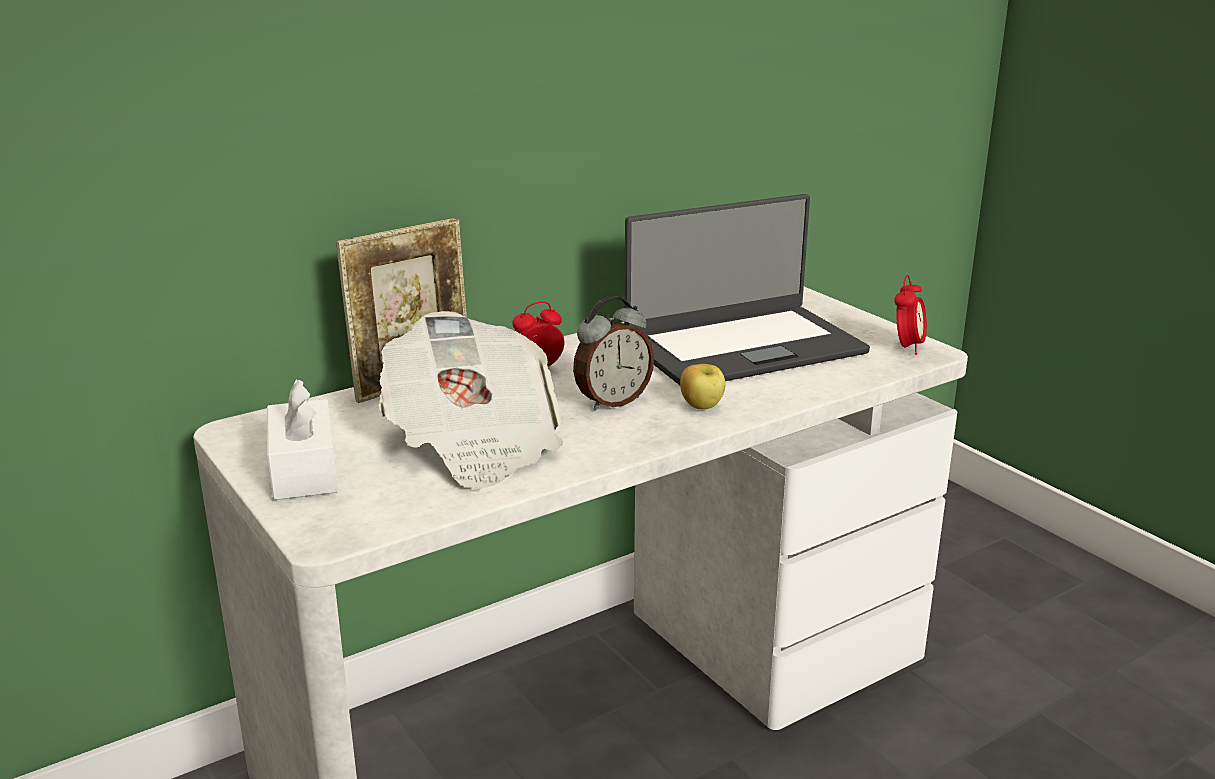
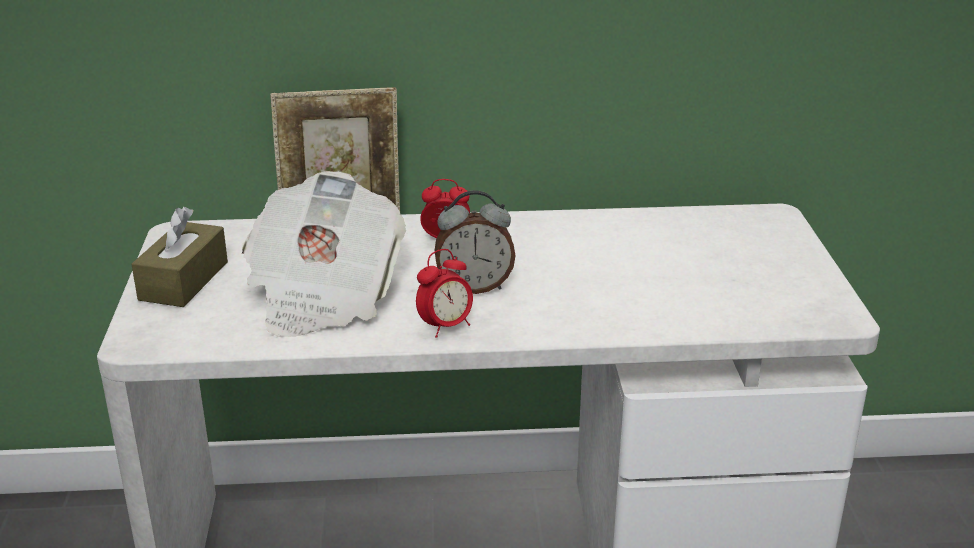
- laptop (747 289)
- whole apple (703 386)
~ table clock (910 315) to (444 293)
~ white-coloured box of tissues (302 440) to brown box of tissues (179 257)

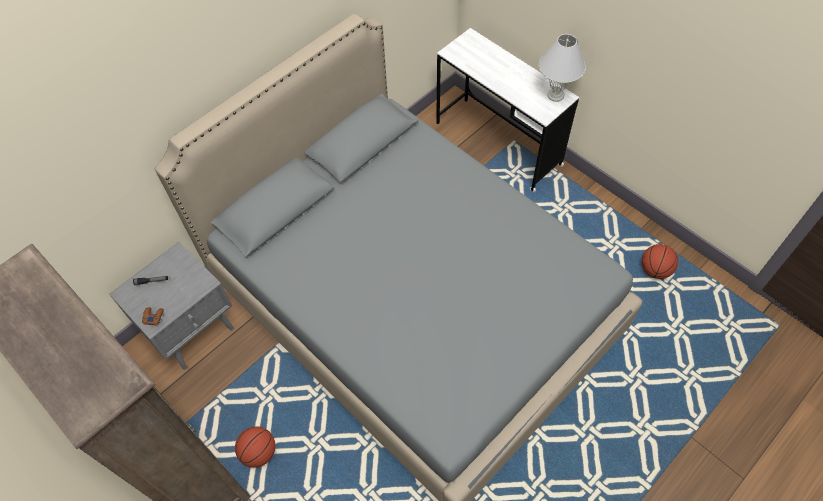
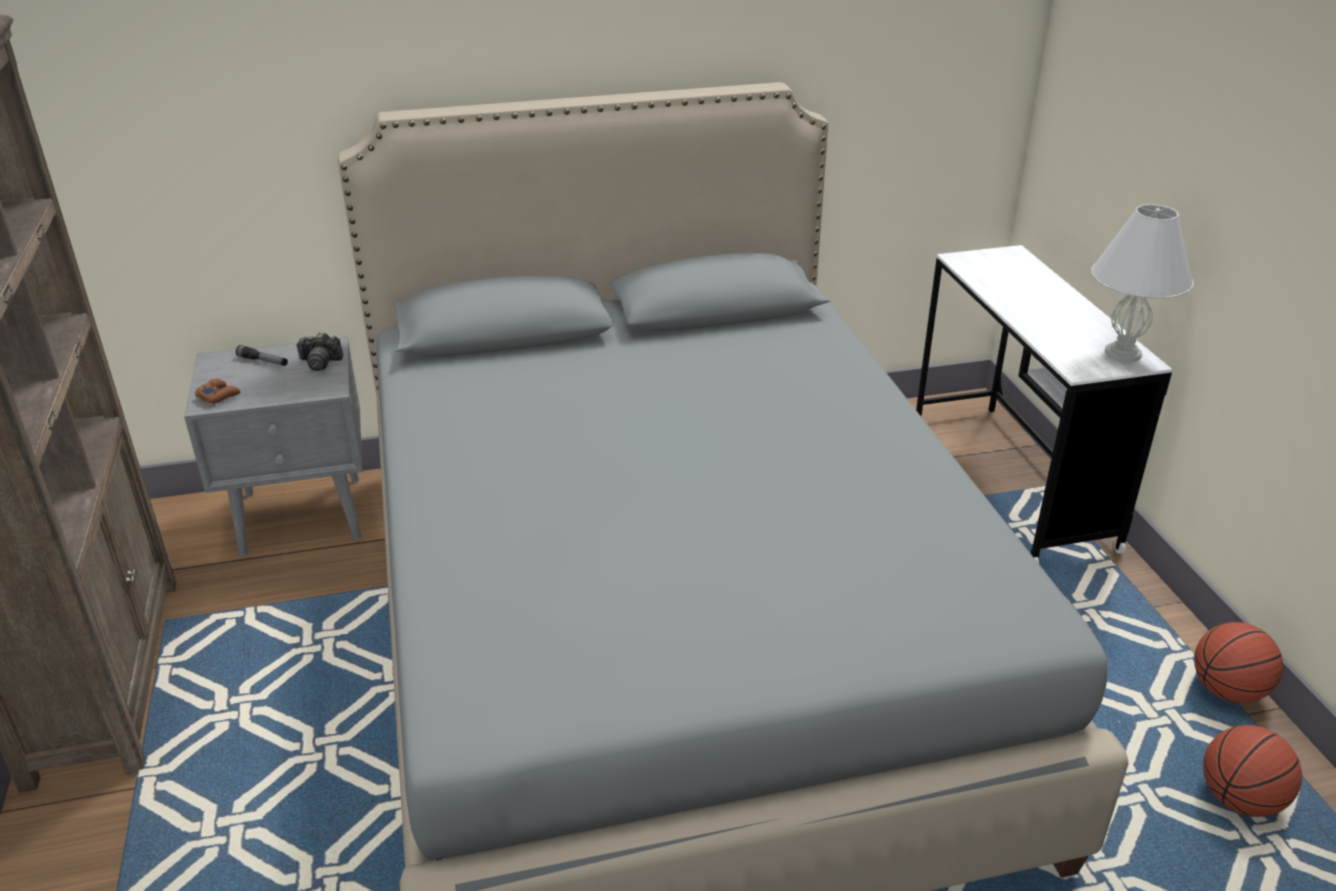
+ photo camera (319 351)
~ basketball (255 446) to (1238 662)

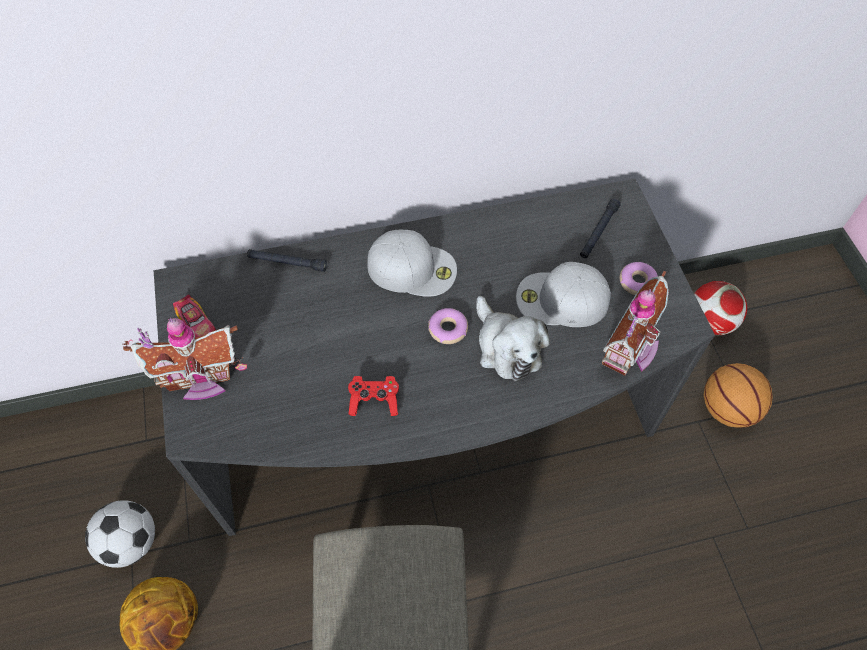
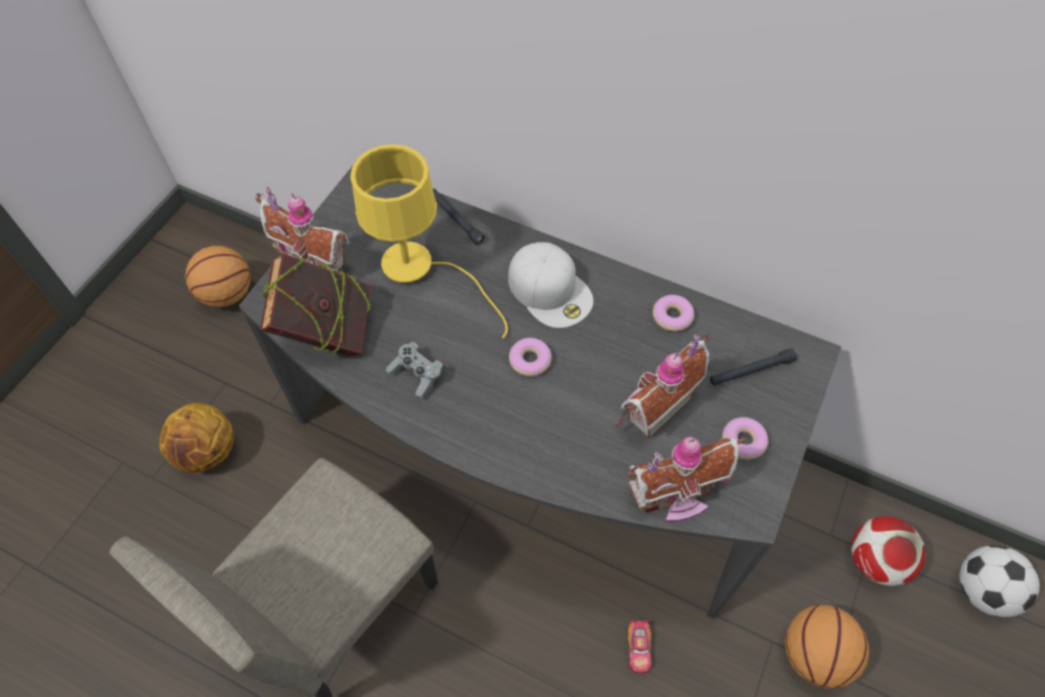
- plush toy (513 338)
+ basketball (218 276)
+ volume (315 304)
+ yellow lamp for a table (429 241)
+ donut (673 313)
~ football (120 534) to (1000 581)
~ model car (194 316) to (639 647)
~ white-coloured peaked cap (563 294) to model house (662 386)
~ reddish game controller (373 396) to gray game controller (415 370)

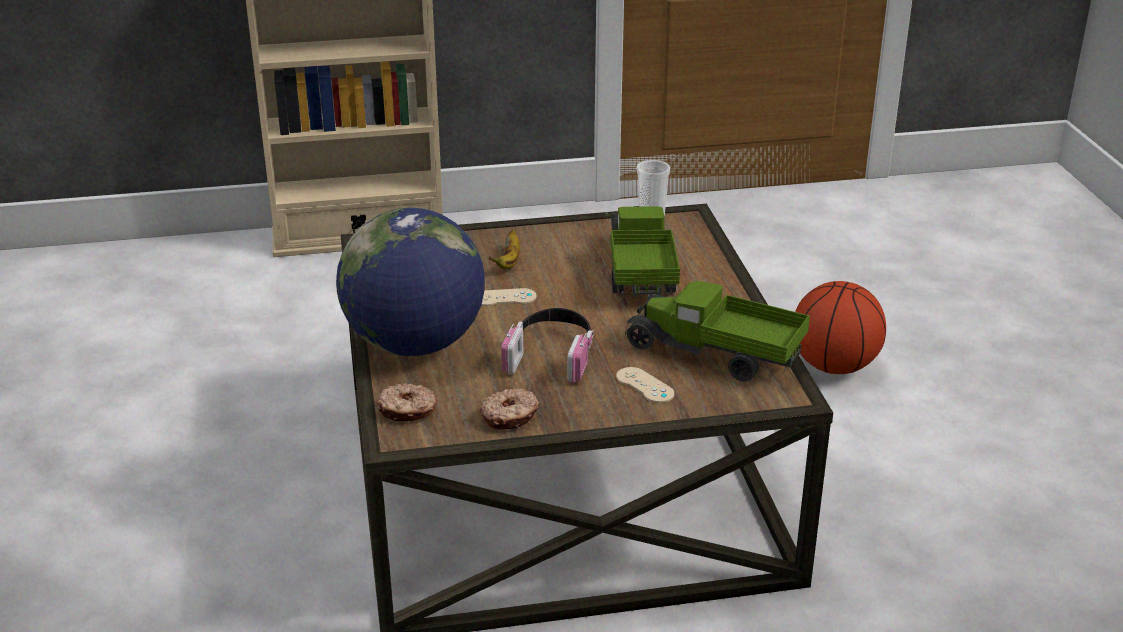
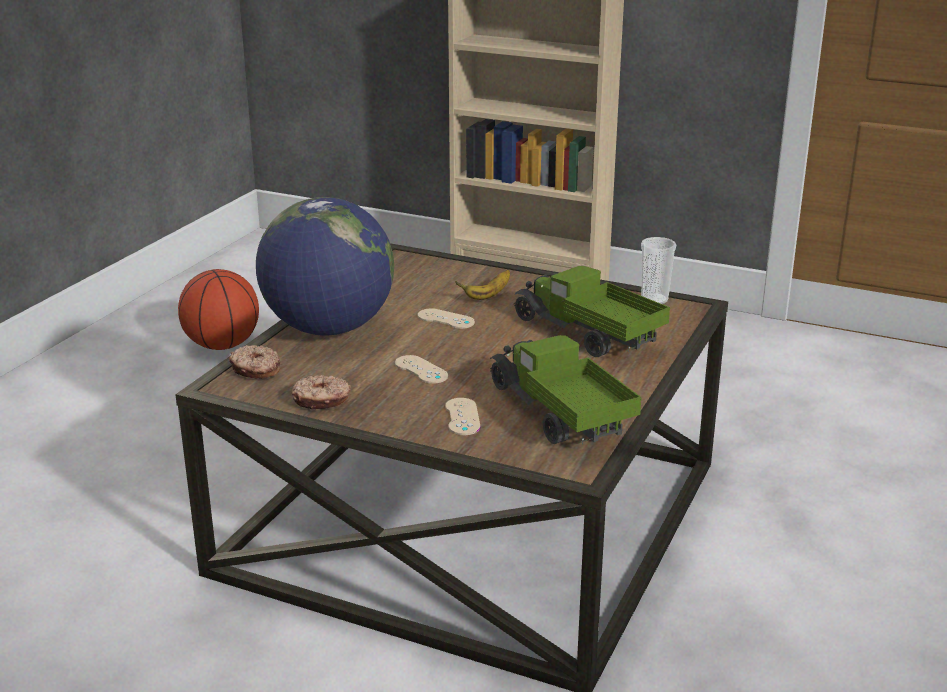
~ basketball (840 327) to (218 309)
~ pair of headphones (547 345) to beige-coloured game controller (421 369)
~ toy lorry (642 251) = (592 311) 75 degrees counterclockwise

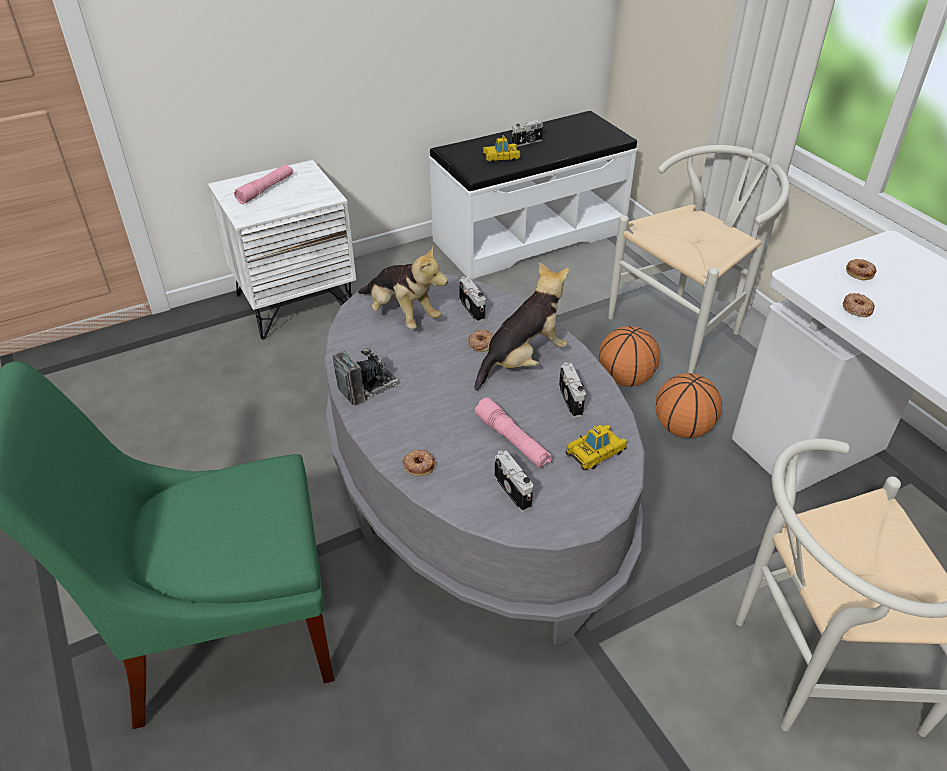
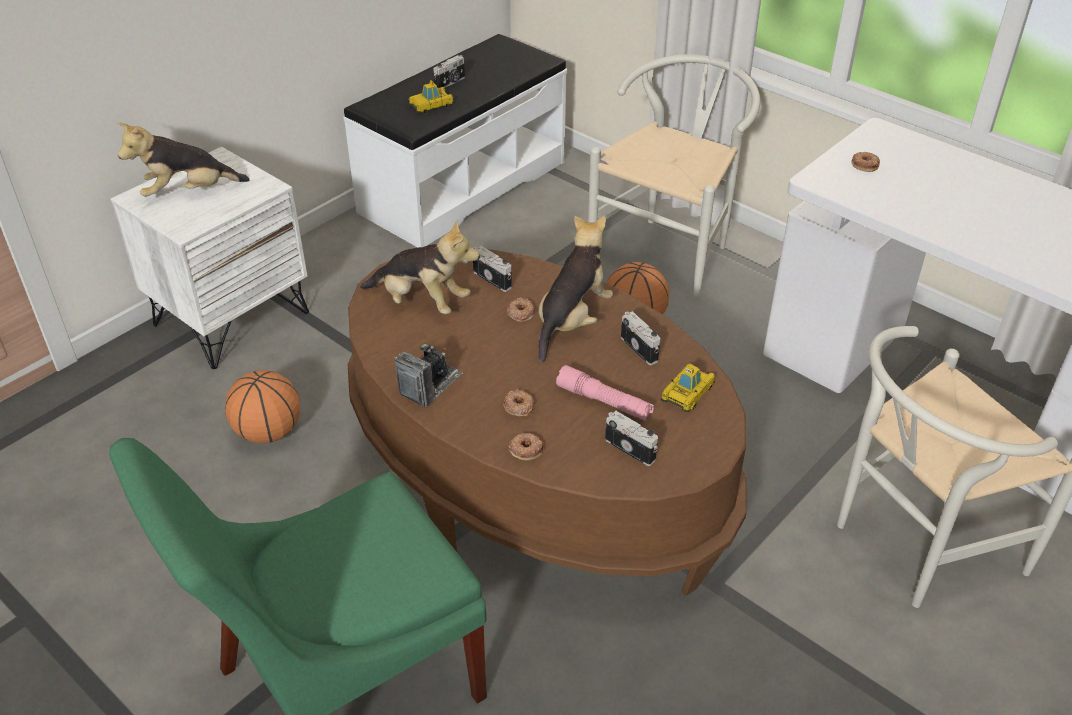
~ basketball (688 405) to (262 407)
~ donut (859 305) to (519 402)
~ pinkish flashlight (263 184) to plush toy (184 159)
~ gray lounge table (484 459) to brown lounge table (547 422)

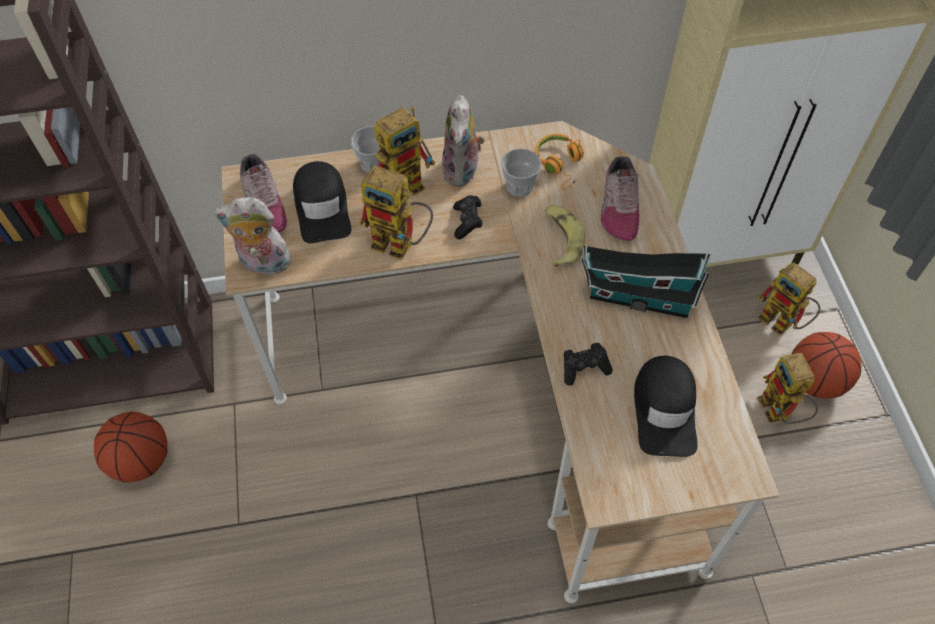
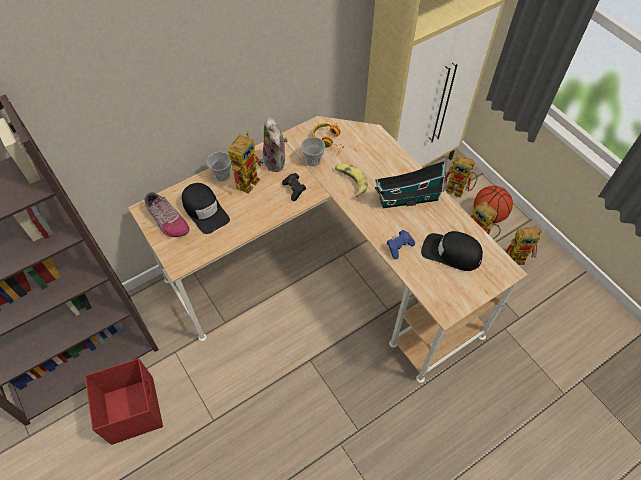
- plush toy (252 236)
- shoe (620 198)
~ toy robot (396 212) to (523 246)
~ basketball (131 447) to reddish storage container (124 401)
~ blackish game controller (588 364) to bluish game controller (401 244)
~ blackish peaked cap (666 406) = (452 251) 135 degrees clockwise

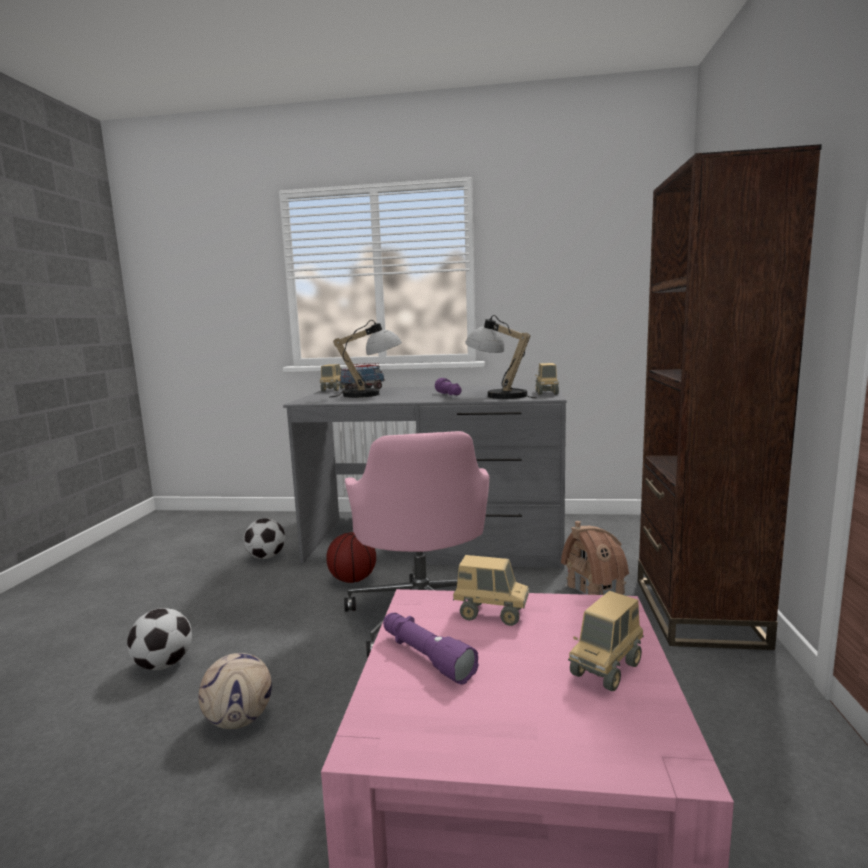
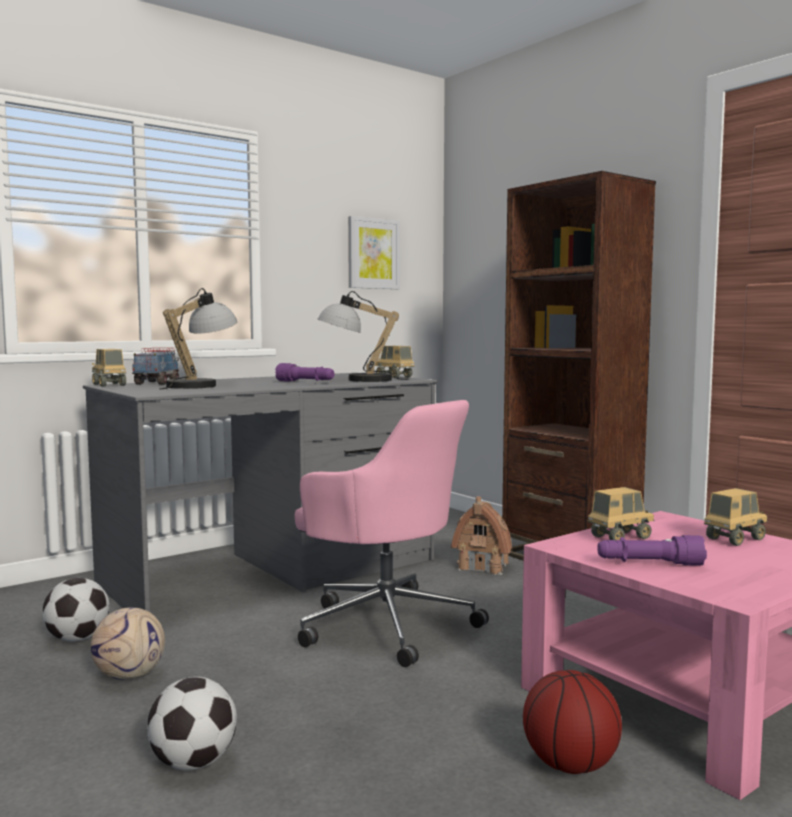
+ picture (374 252)
~ football (235 691) to (128 643)
~ basketball (351 557) to (572 722)
~ toy lorry (606 641) = (736 517) 120 degrees counterclockwise

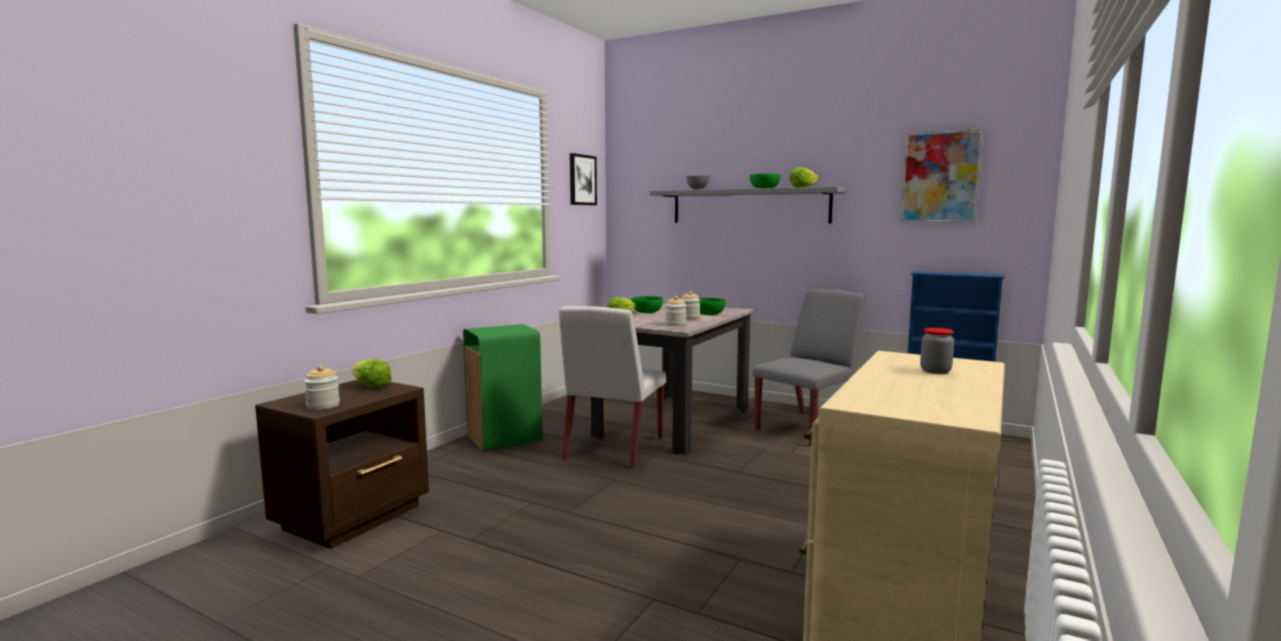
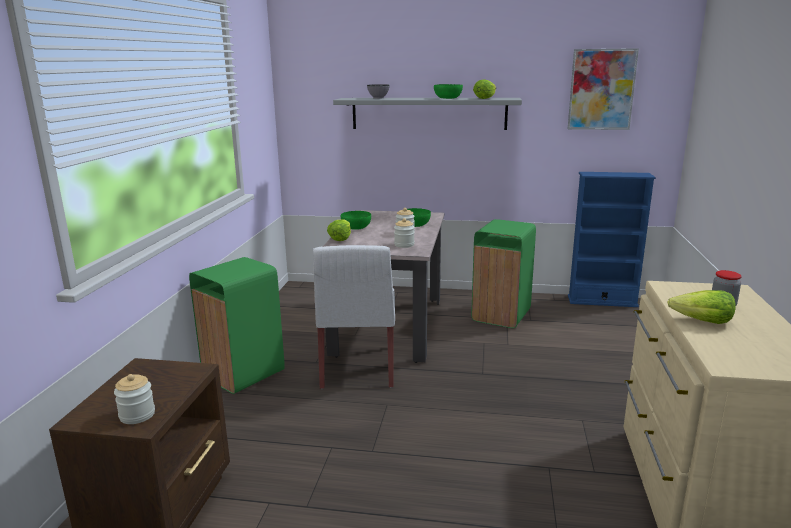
- picture (583 179)
~ lettuce (372 373) to (702 307)
~ gray upright chair (809 367) to green-coloured trash can (503 273)

